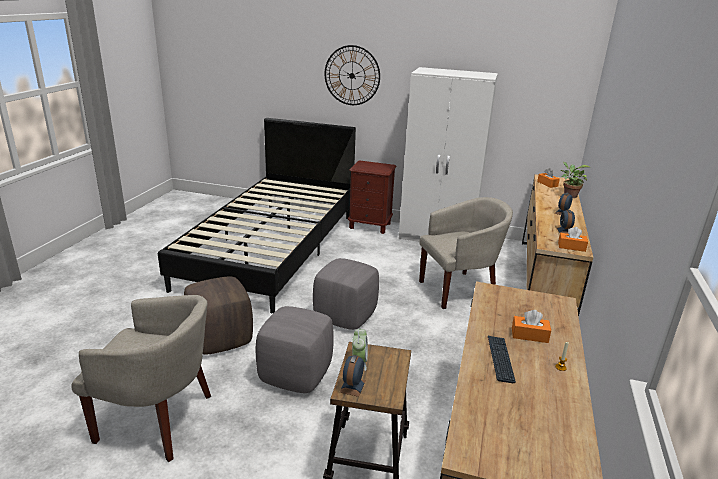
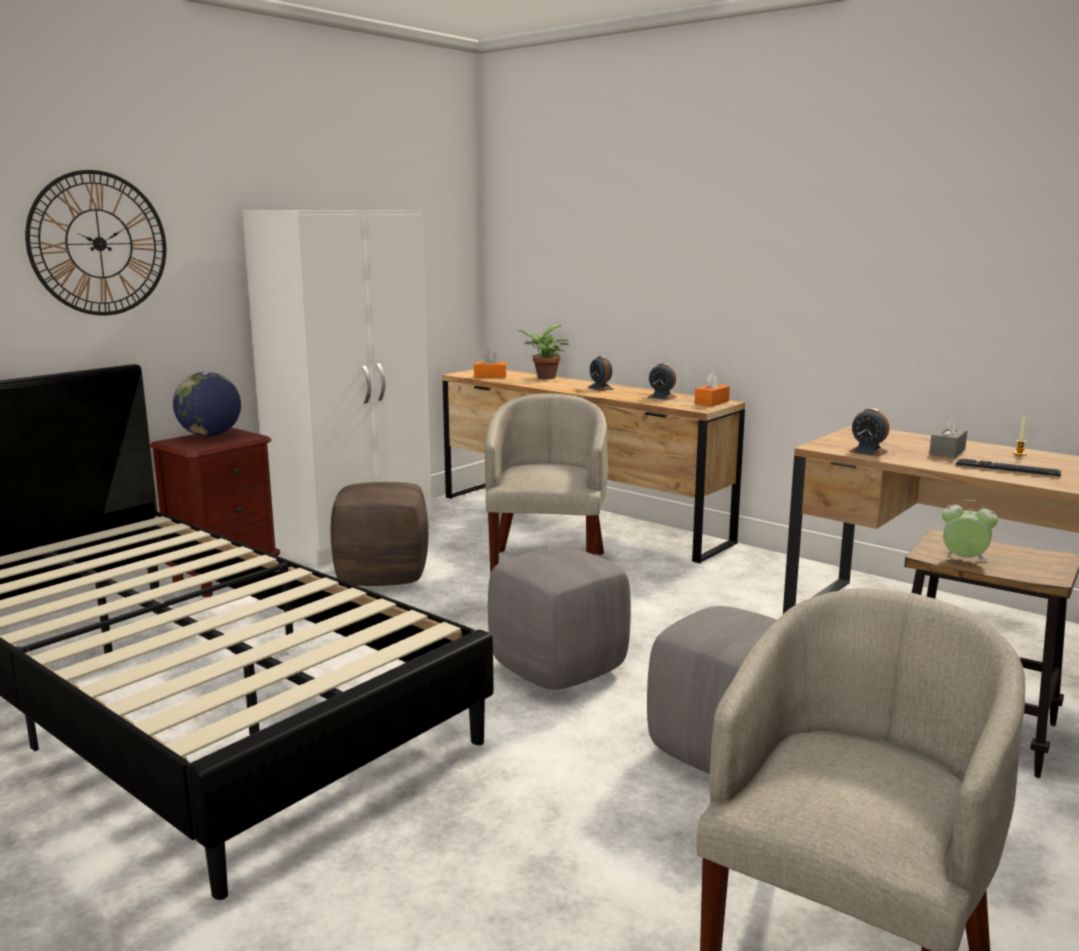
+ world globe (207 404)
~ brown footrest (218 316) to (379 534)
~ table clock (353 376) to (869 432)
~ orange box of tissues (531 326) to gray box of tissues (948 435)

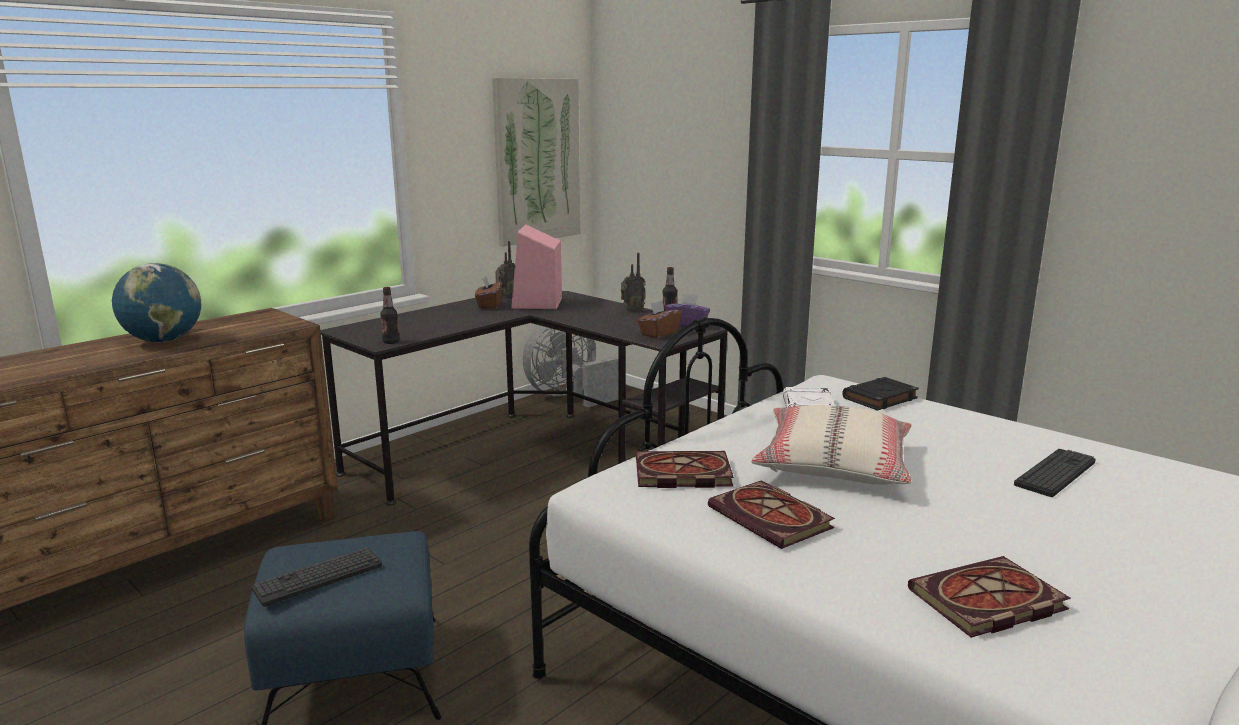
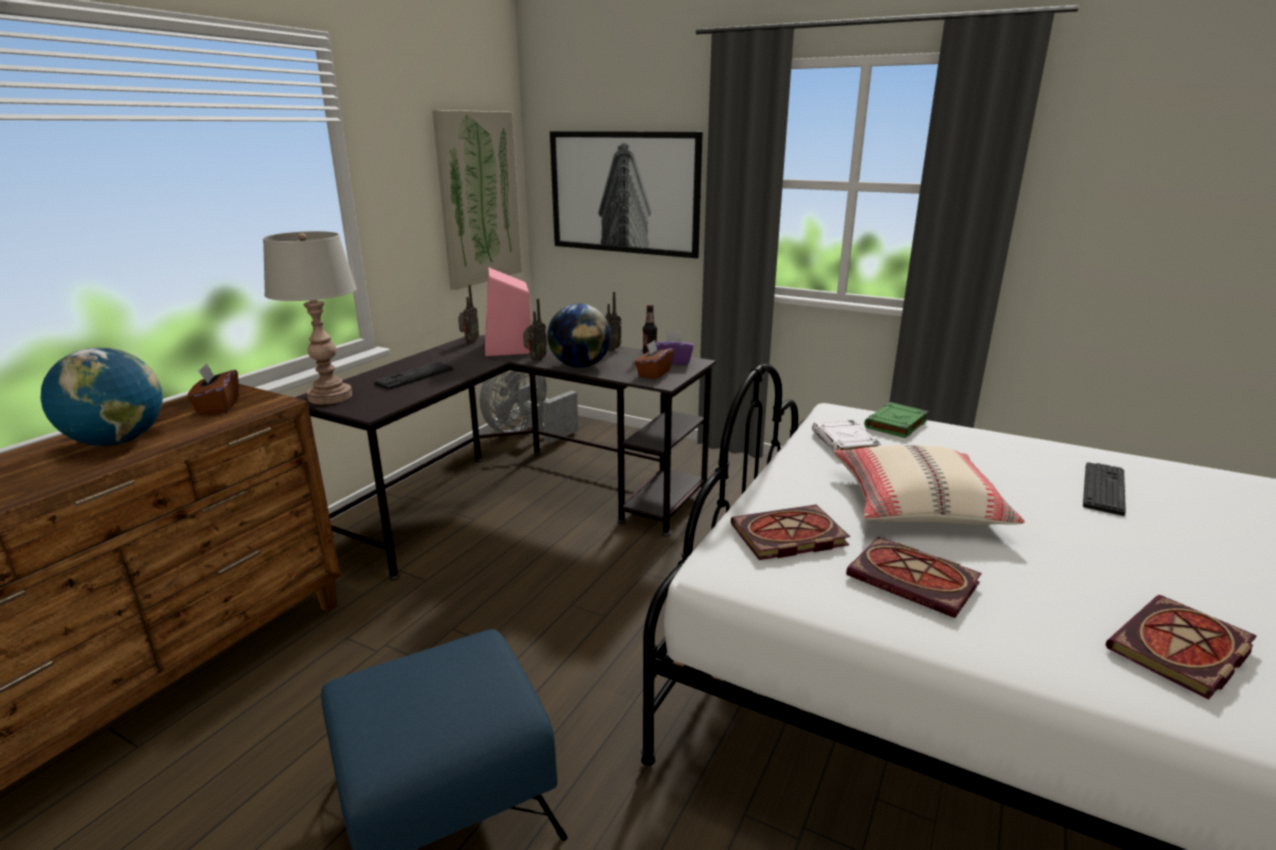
- beverage bottle (389 315)
+ gray lamp for a table (310 318)
+ radio (535 330)
+ world globe (579 336)
+ picture (626 194)
~ PC keyboard (317 577) to (413 376)
~ brown box of tissues (488 293) to (213 389)
~ blackish volume (880 394) to green-coloured volume (896 420)

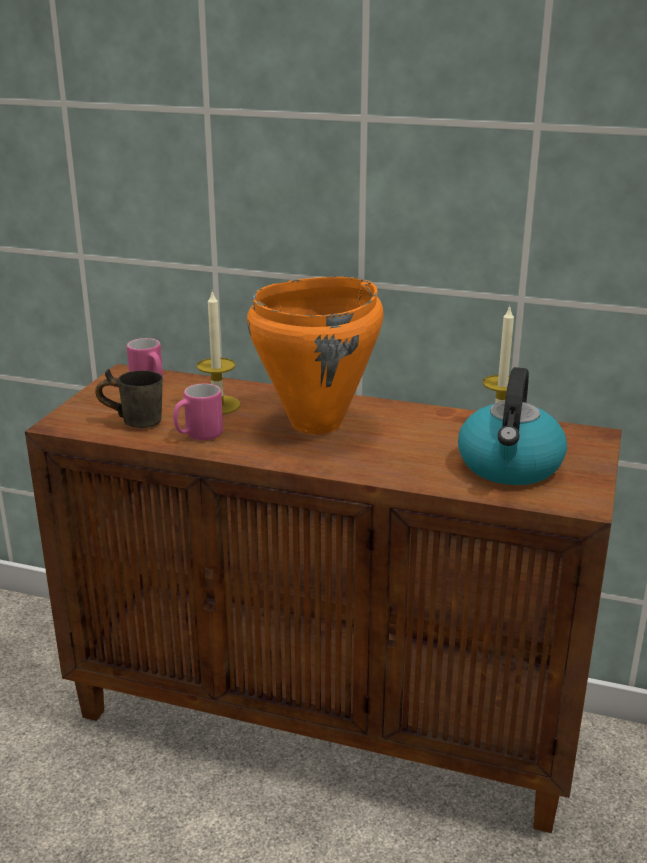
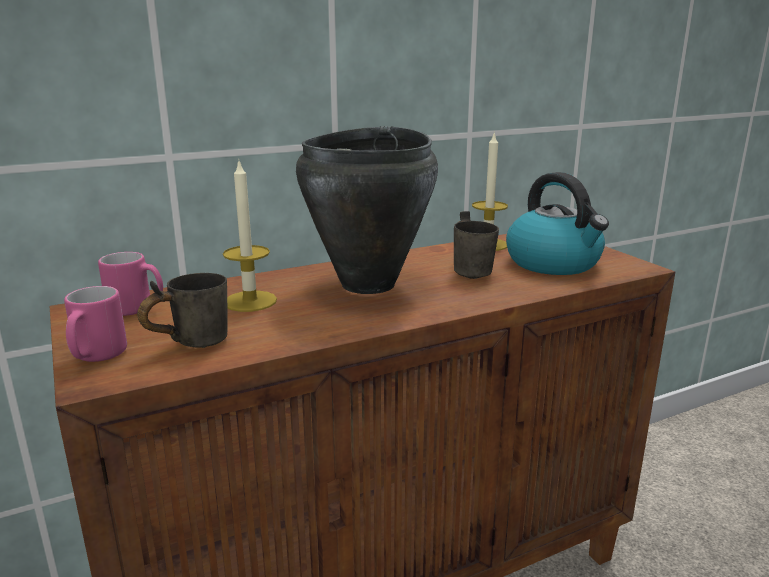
+ gray tea mug (476 245)
~ pinkish tea mug (198 411) to (95 324)
~ orange stockpot (315 355) to blackish stockpot (367 210)

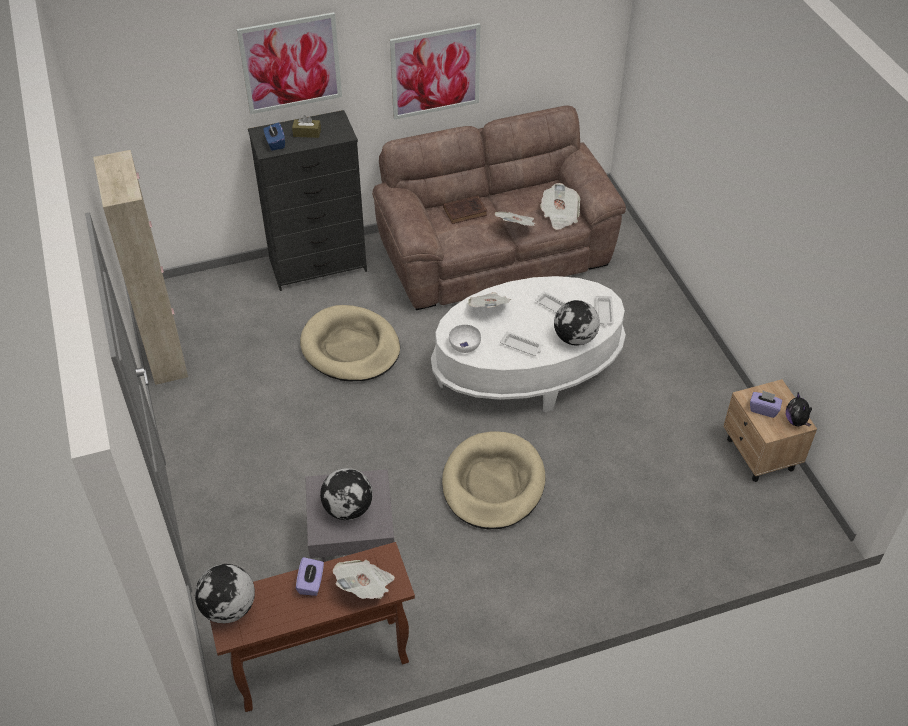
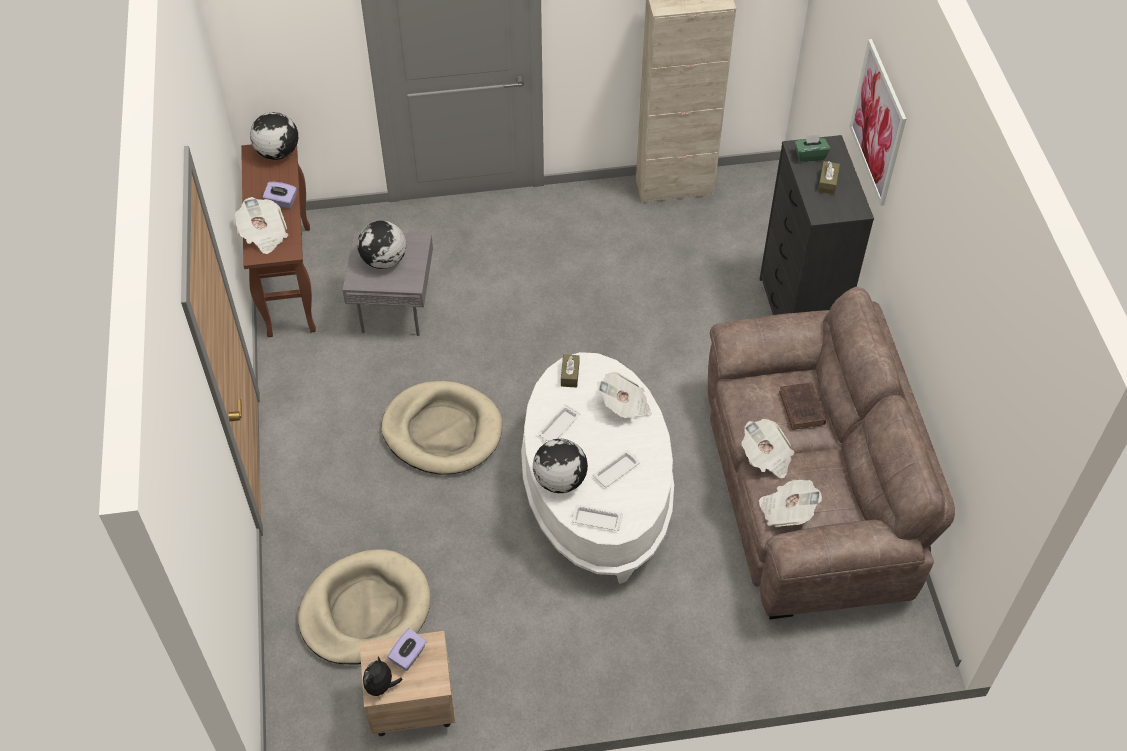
- picture (435 71)
~ beige-coloured dog bed (350 343) to (364 607)
~ white-coloured bowl (465 339) to brown box of tissues (570 371)
~ bluish box of tissues (274 136) to green-coloured box of tissues (812 148)
~ plush toy (799 409) = (383 676) 75 degrees counterclockwise

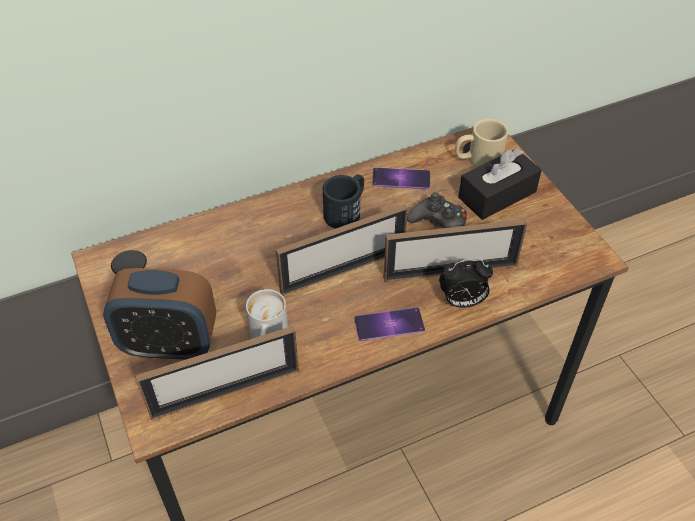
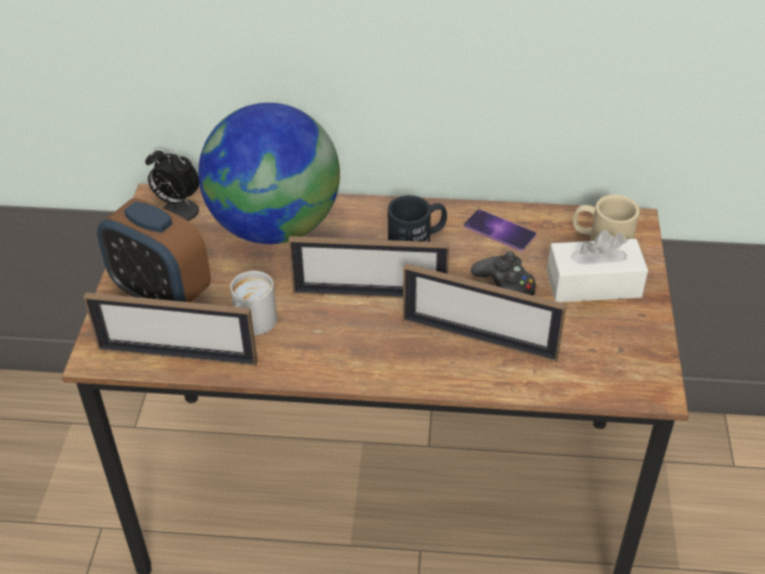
- telephone (389 324)
+ world globe (269 173)
~ table clock (466 283) to (172 176)
~ blackish box of tissues (500 184) to white-coloured box of tissues (597 266)

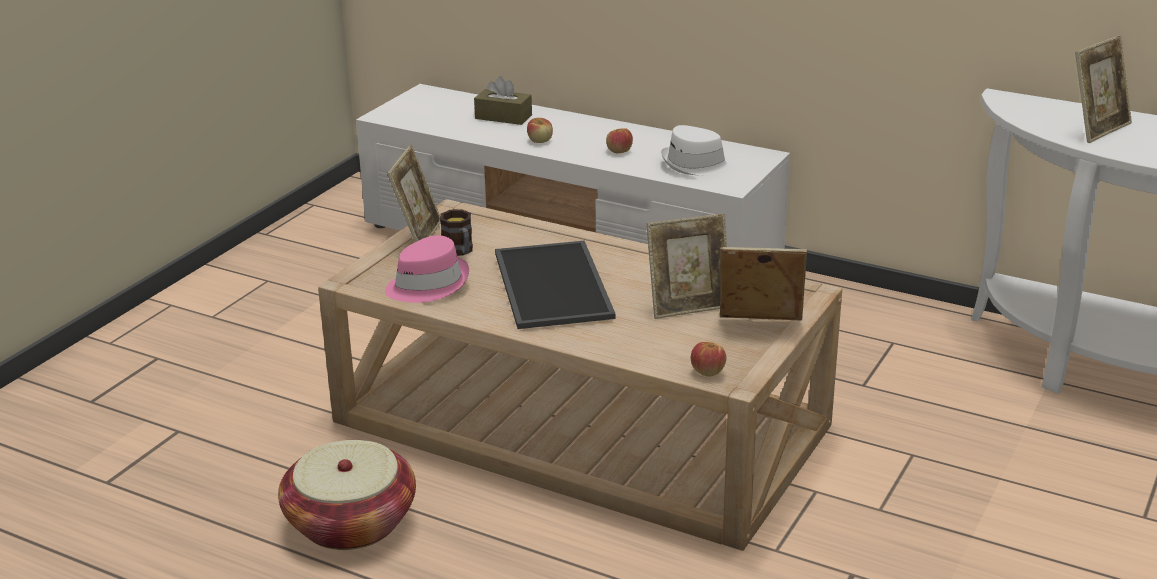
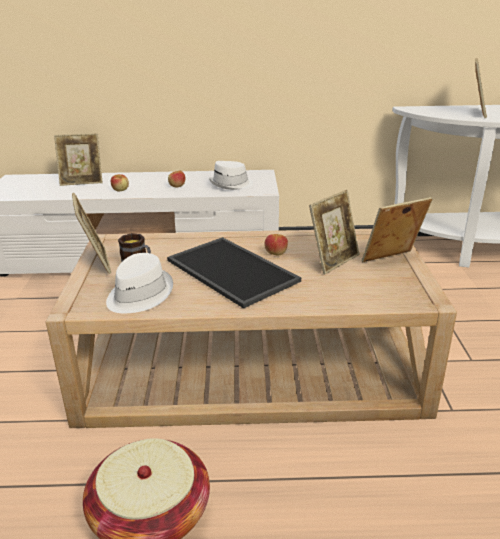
~ whole apple (709 359) to (276 244)
~ brown box of tissues (503 100) to photo frame (78 159)
~ pinkish wearable hat (427 269) to white-coloured wearable hat (139 283)

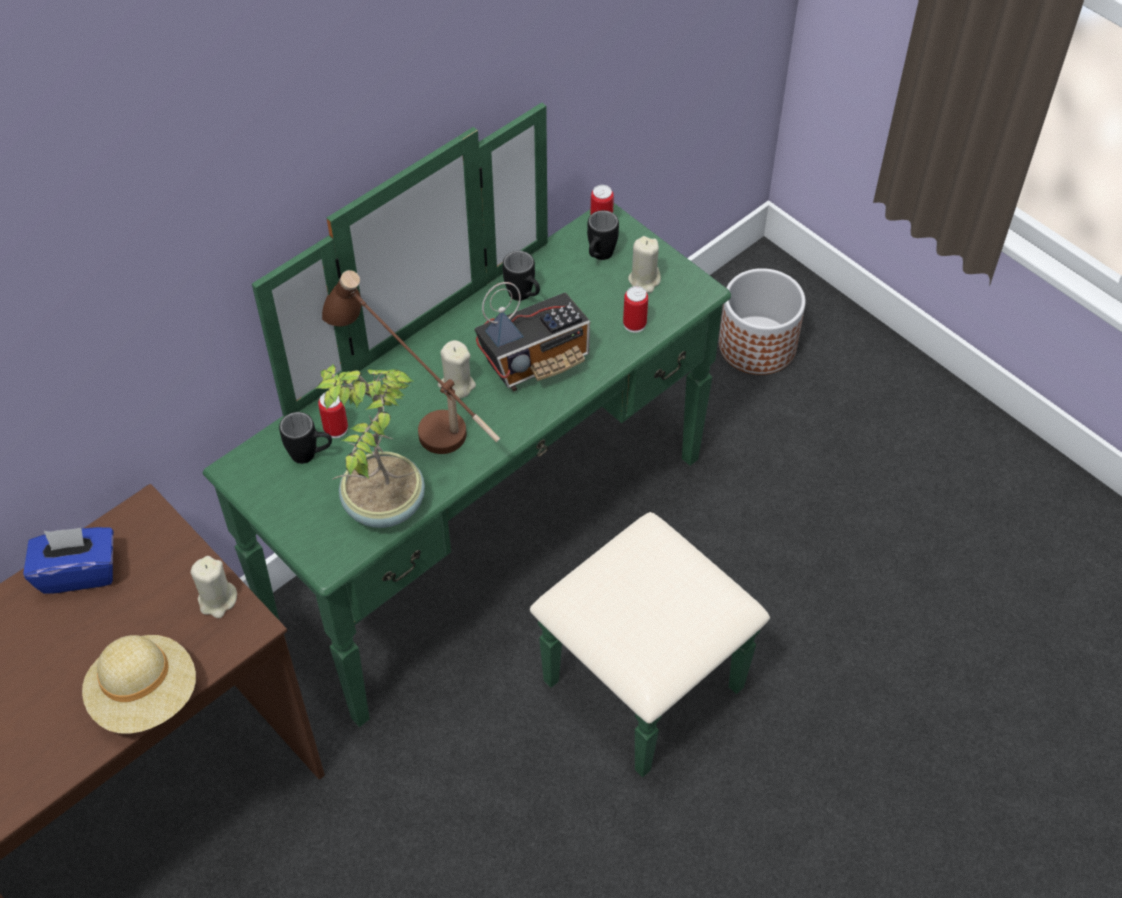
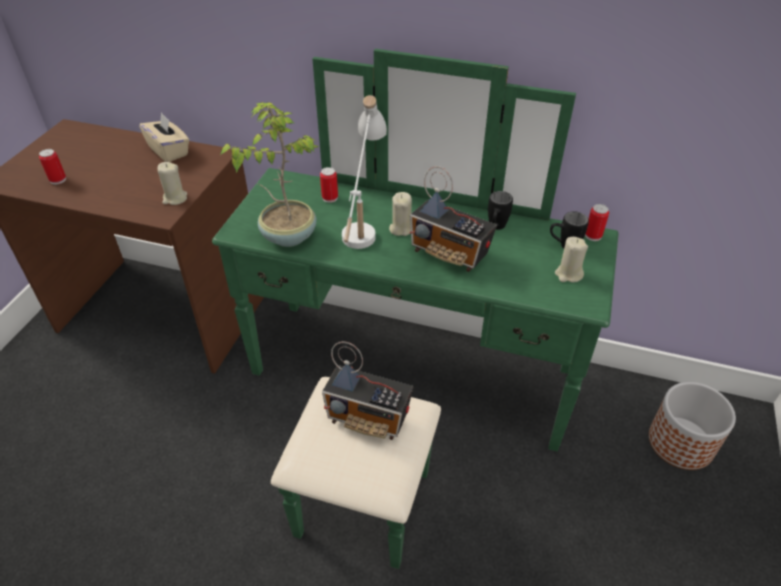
- beige-coloured wearable hat (139 684)
- blackish tea mug (305 438)
+ radio (367 390)
~ can (635 309) to (52 167)
~ bluish box of tissues (68 560) to beige-coloured box of tissues (164 137)
~ brown lamp for a table (411 362) to white-coloured lamp for a table (364 172)

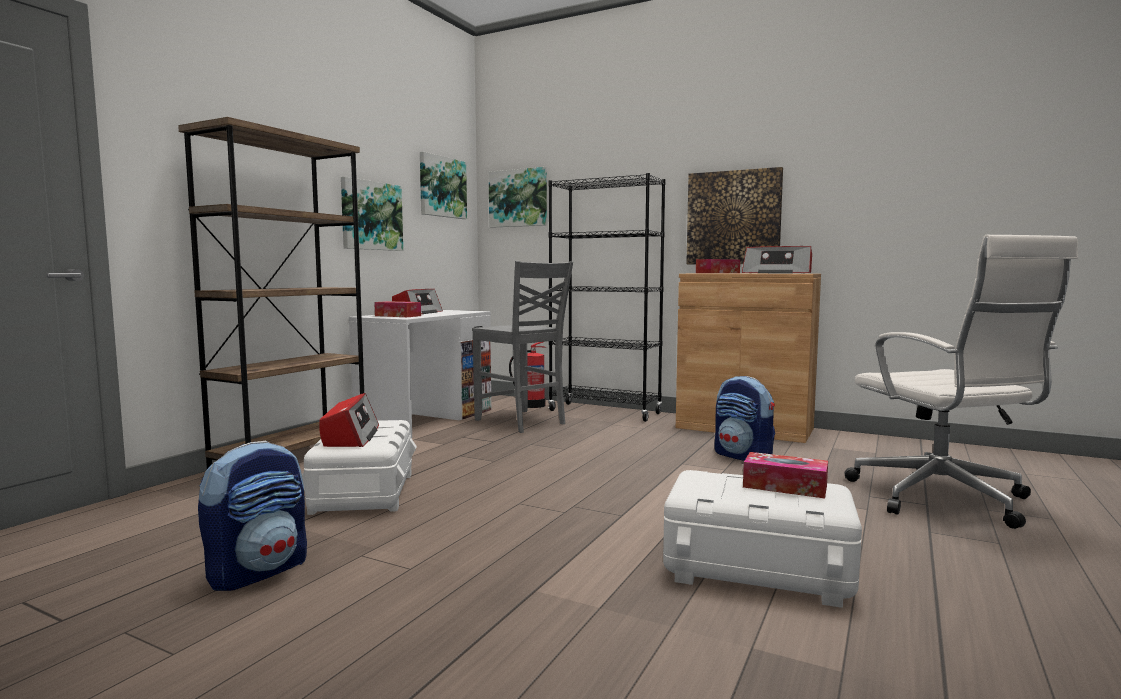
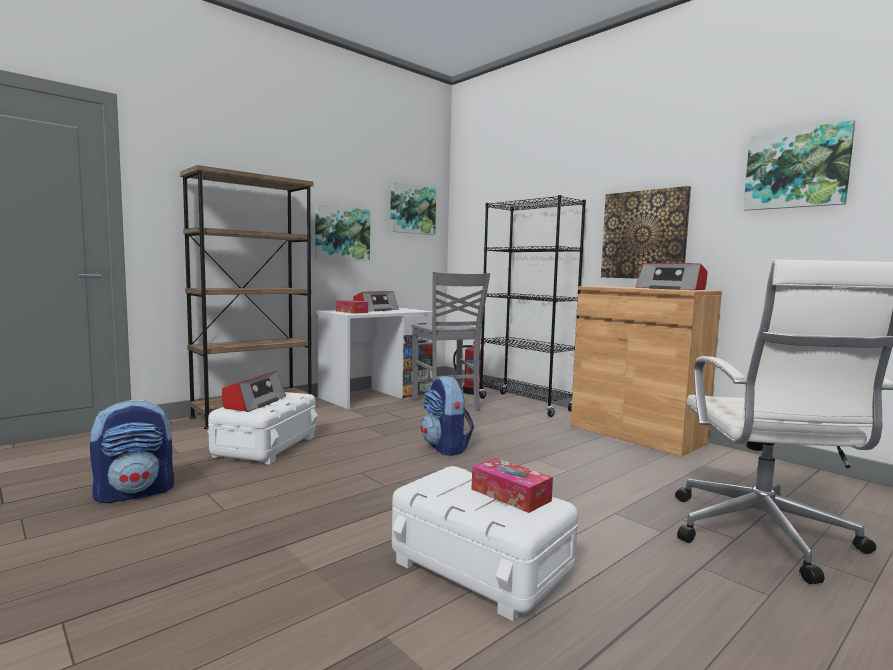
- box of tissues (718 266)
~ picture (518 197) to (799 165)
~ rucksack (744 418) to (447 416)

